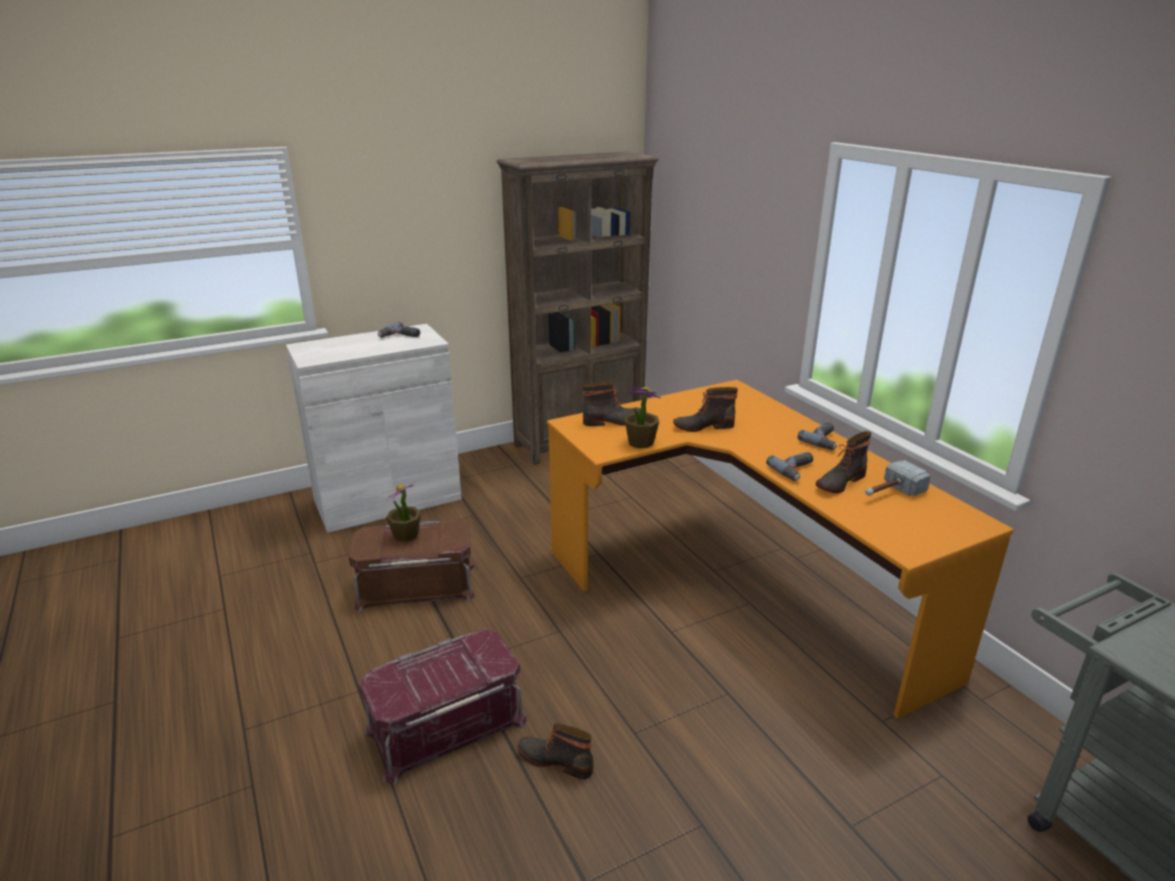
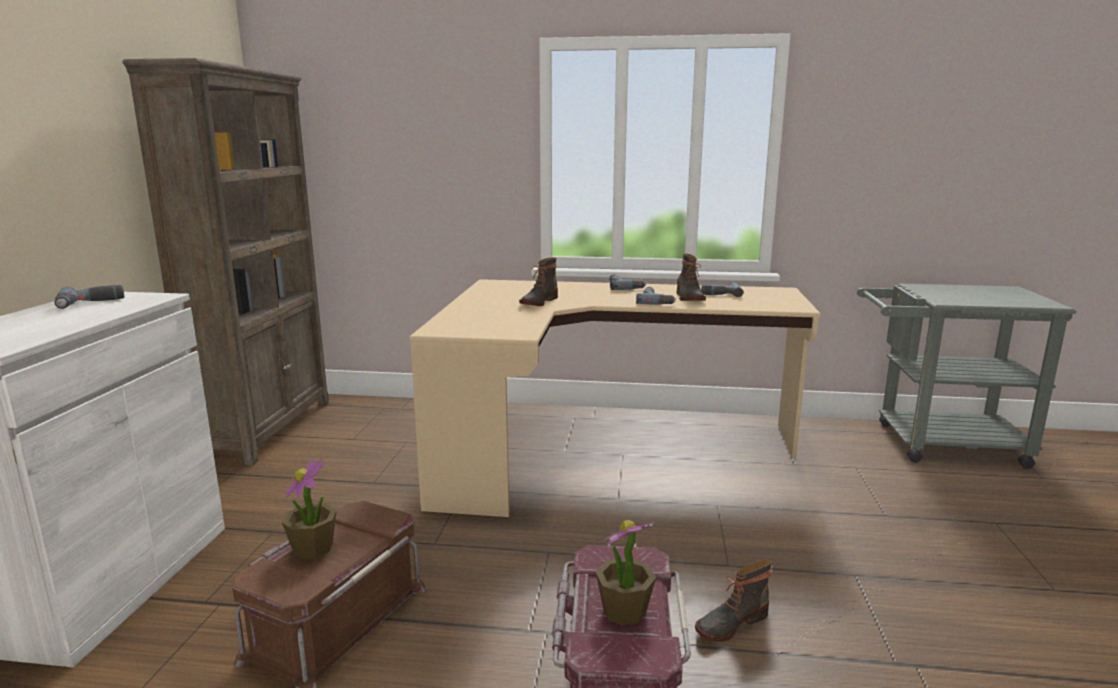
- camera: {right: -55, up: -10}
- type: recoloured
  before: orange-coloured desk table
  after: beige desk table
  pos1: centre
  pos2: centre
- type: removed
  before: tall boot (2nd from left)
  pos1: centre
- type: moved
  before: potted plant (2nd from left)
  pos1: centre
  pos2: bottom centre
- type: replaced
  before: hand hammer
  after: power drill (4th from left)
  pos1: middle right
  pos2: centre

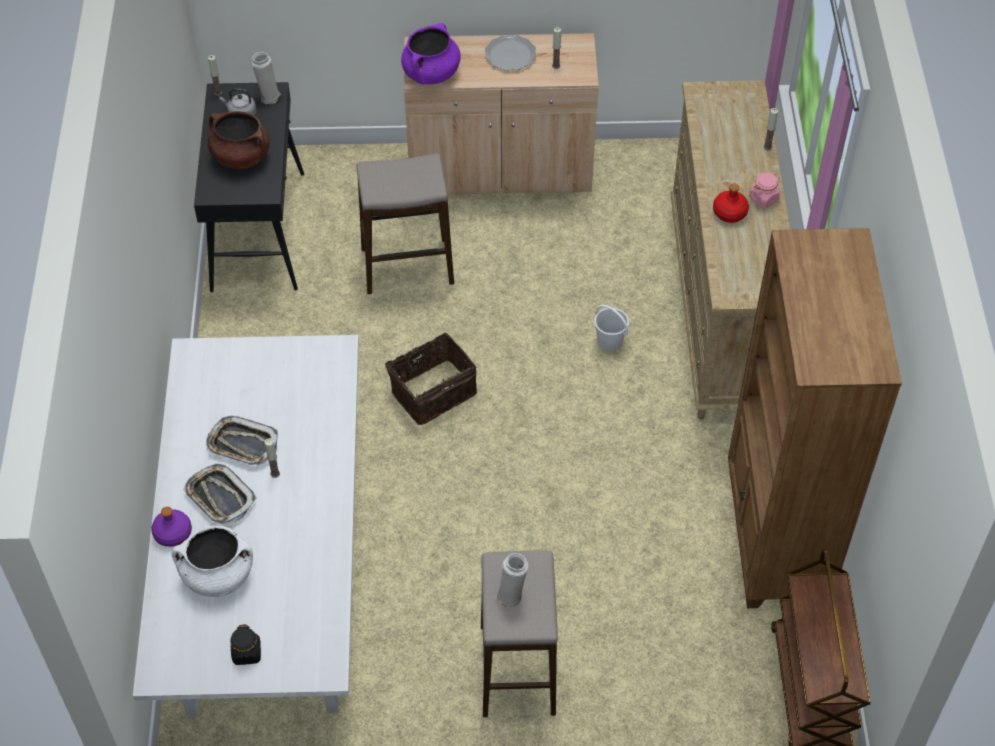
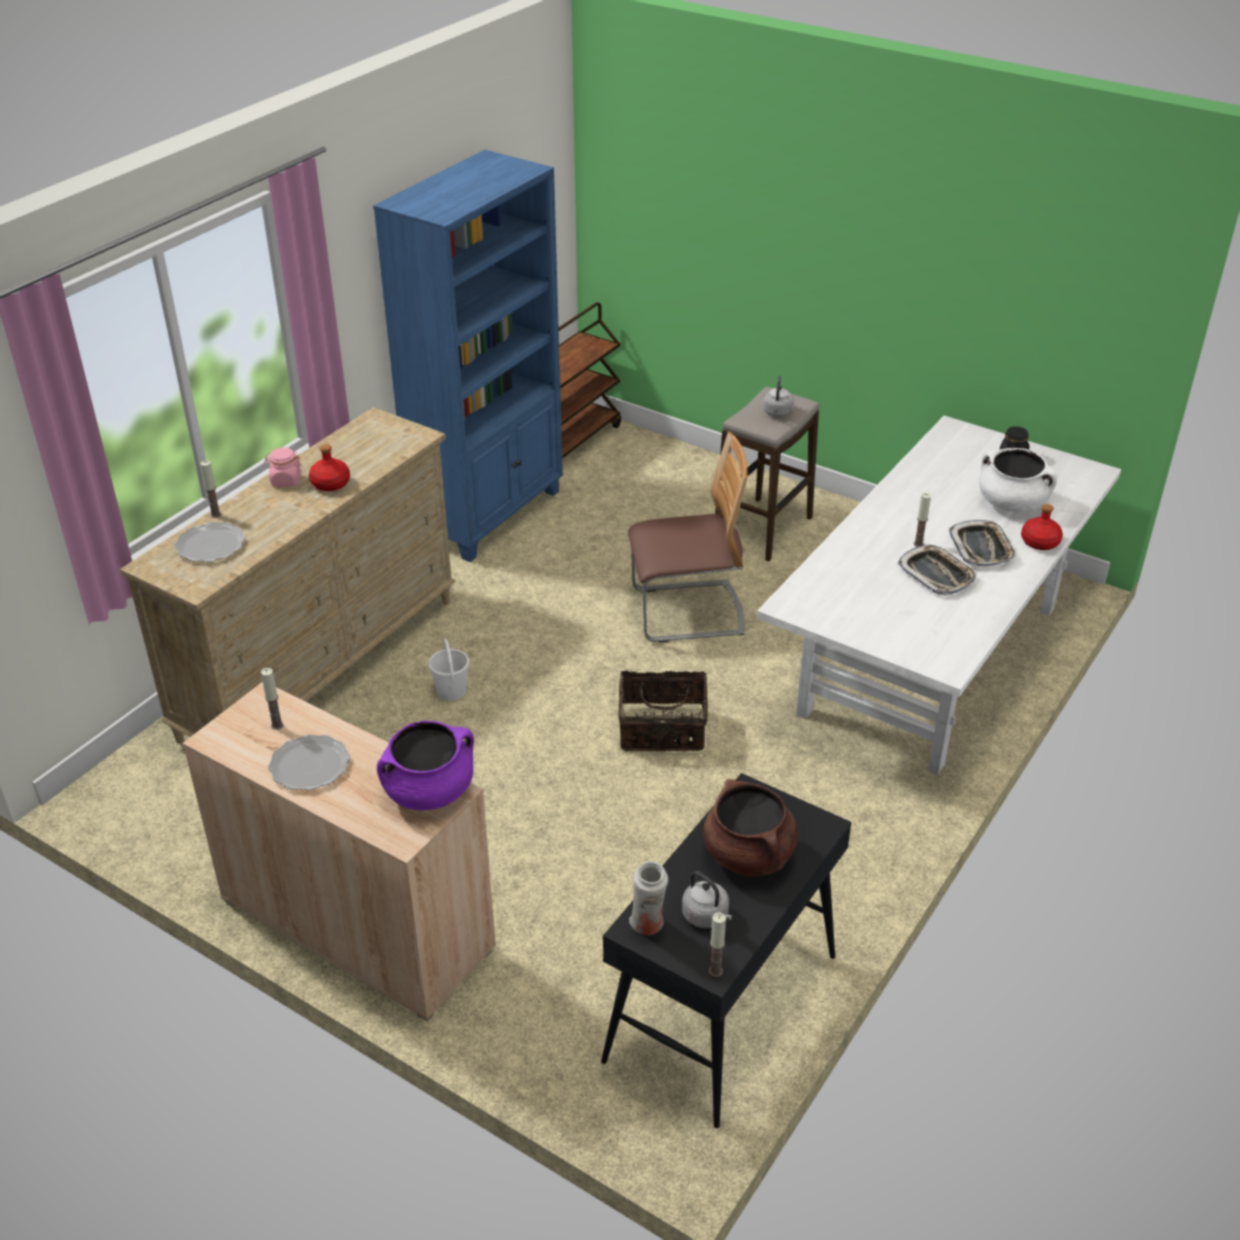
- camera: {right: -145, up: -15}
- type: recoloured
  before: purple beverage bottle
  after: reddish beverage bottle (2nd from left)
  pos1: bottom left
  pos2: middle right
- type: removed
  before: stool (1st from left)
  pos1: top centre
- type: replaced
  before: white flower vase (2nd from left)
  after: greyish kettle (2nd from left)
  pos1: bottom centre
  pos2: top centre
- type: recoloured
  before: brownish shelving unit
  after: blue shelving unit
  pos1: middle right
  pos2: top centre
- type: added
  after: flat dish (1st from left)
  pos2: middle left
- type: added
  after: chair
  pos2: centre

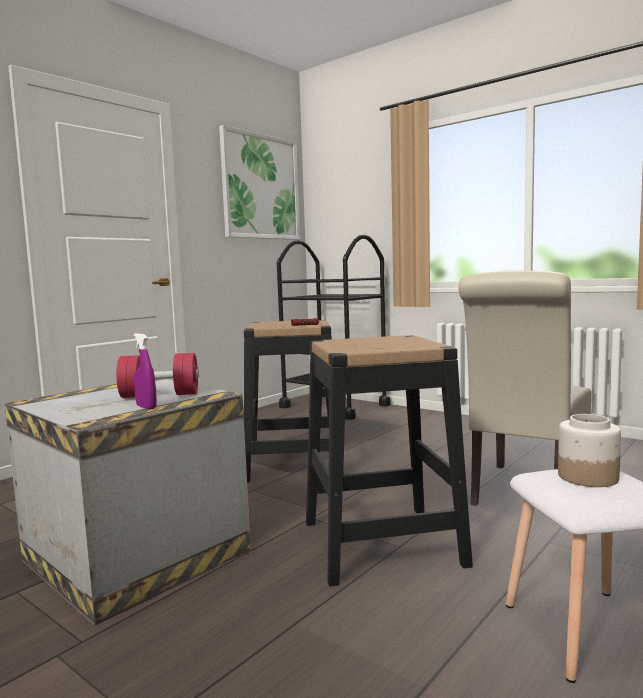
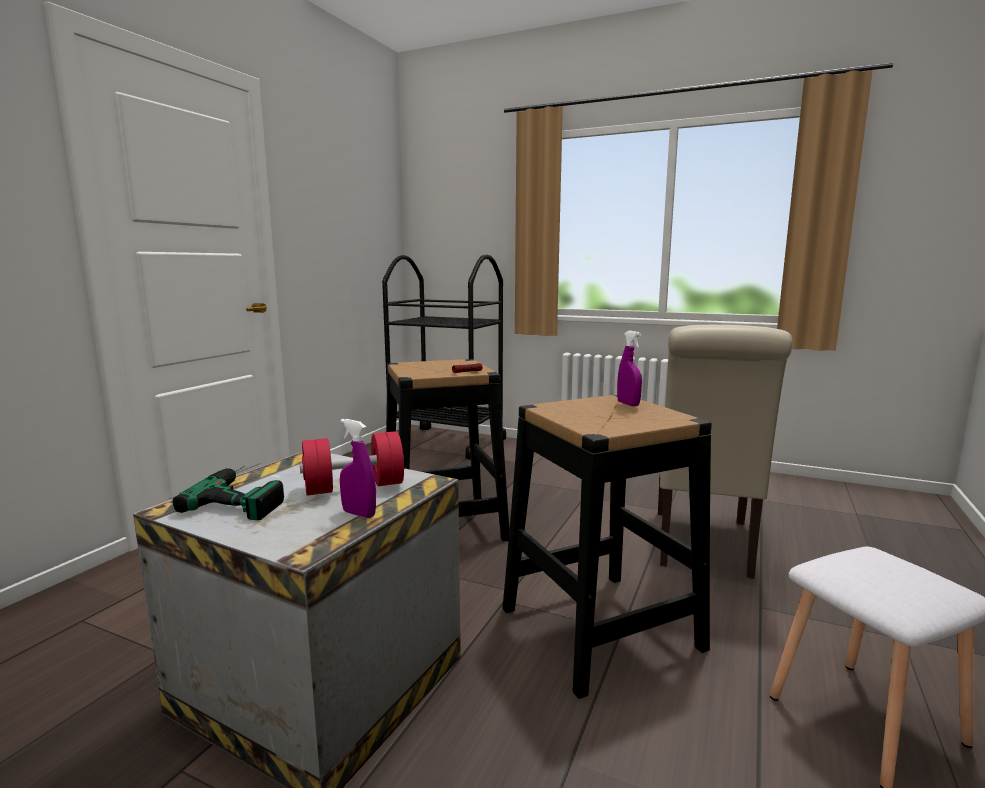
- camera: {right: -15, up: 5}
- type: removed
  before: picture
  pos1: top centre
- type: removed
  before: jar
  pos1: middle right
- type: added
  after: power drill
  pos2: middle left
- type: added
  after: purple sprayer (2nd from left)
  pos2: centre

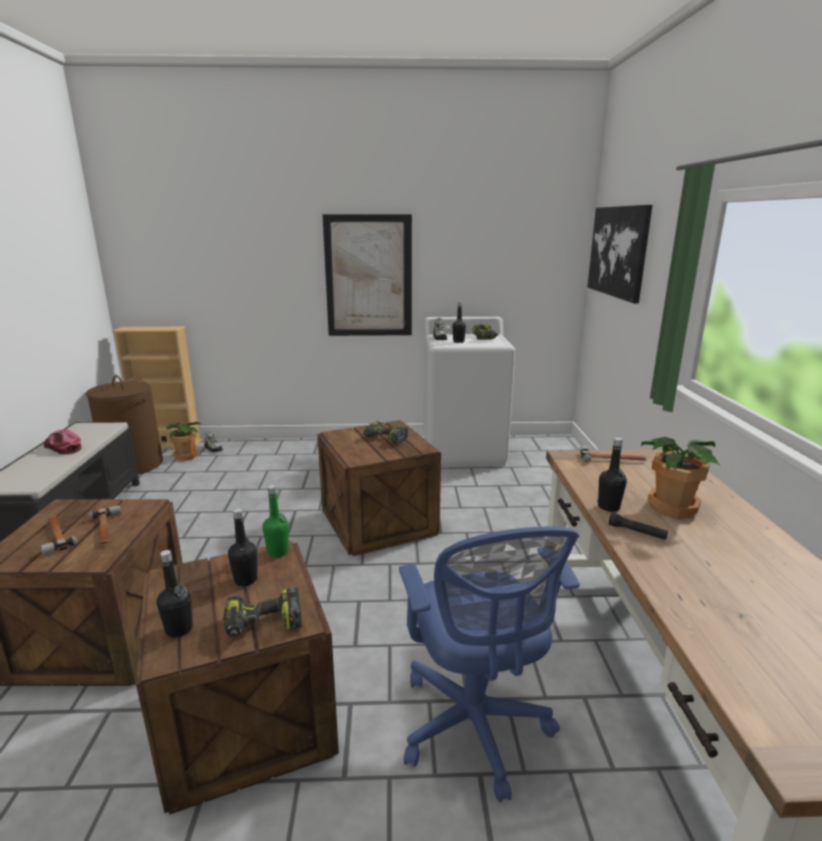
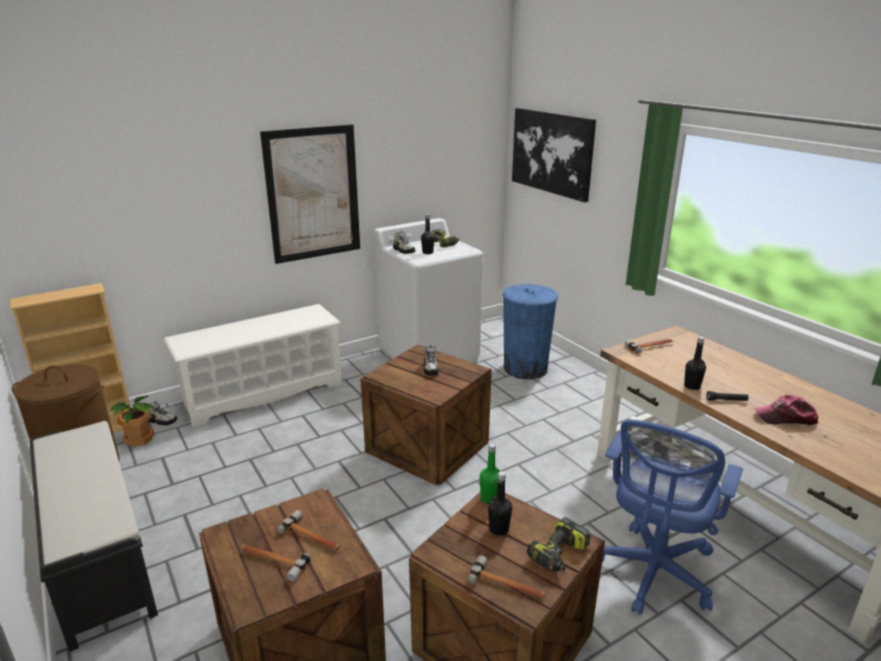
- camera: {right: -30, up: 5}
- type: moved
  before: peaked cap
  pos1: middle left
  pos2: middle right
- type: replaced
  before: blackish beverage bottle (1st from left)
  after: hand hammer (3rd from left)
  pos1: bottom left
  pos2: bottom centre
- type: replaced
  before: power drill (2nd from left)
  after: shoe (3rd from left)
  pos1: centre
  pos2: centre
- type: turned
  before: blue computer chair
  pos1: bottom centre
  pos2: bottom right
  turn: 75
- type: removed
  before: potted plant (2nd from left)
  pos1: middle right
- type: added
  after: white shoe stand
  pos2: middle left
- type: added
  after: blue trash can
  pos2: centre

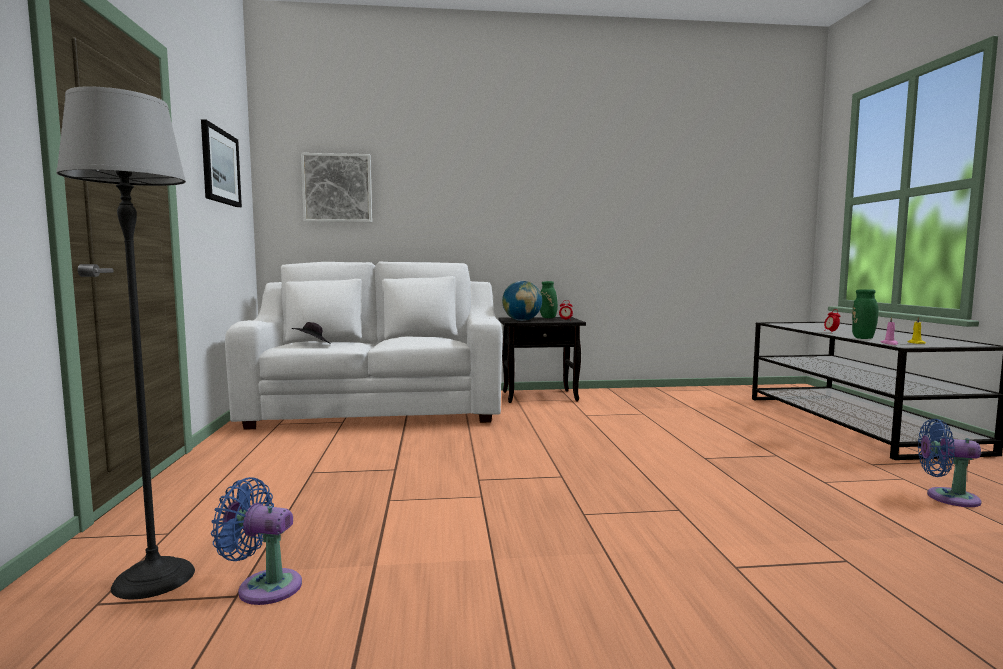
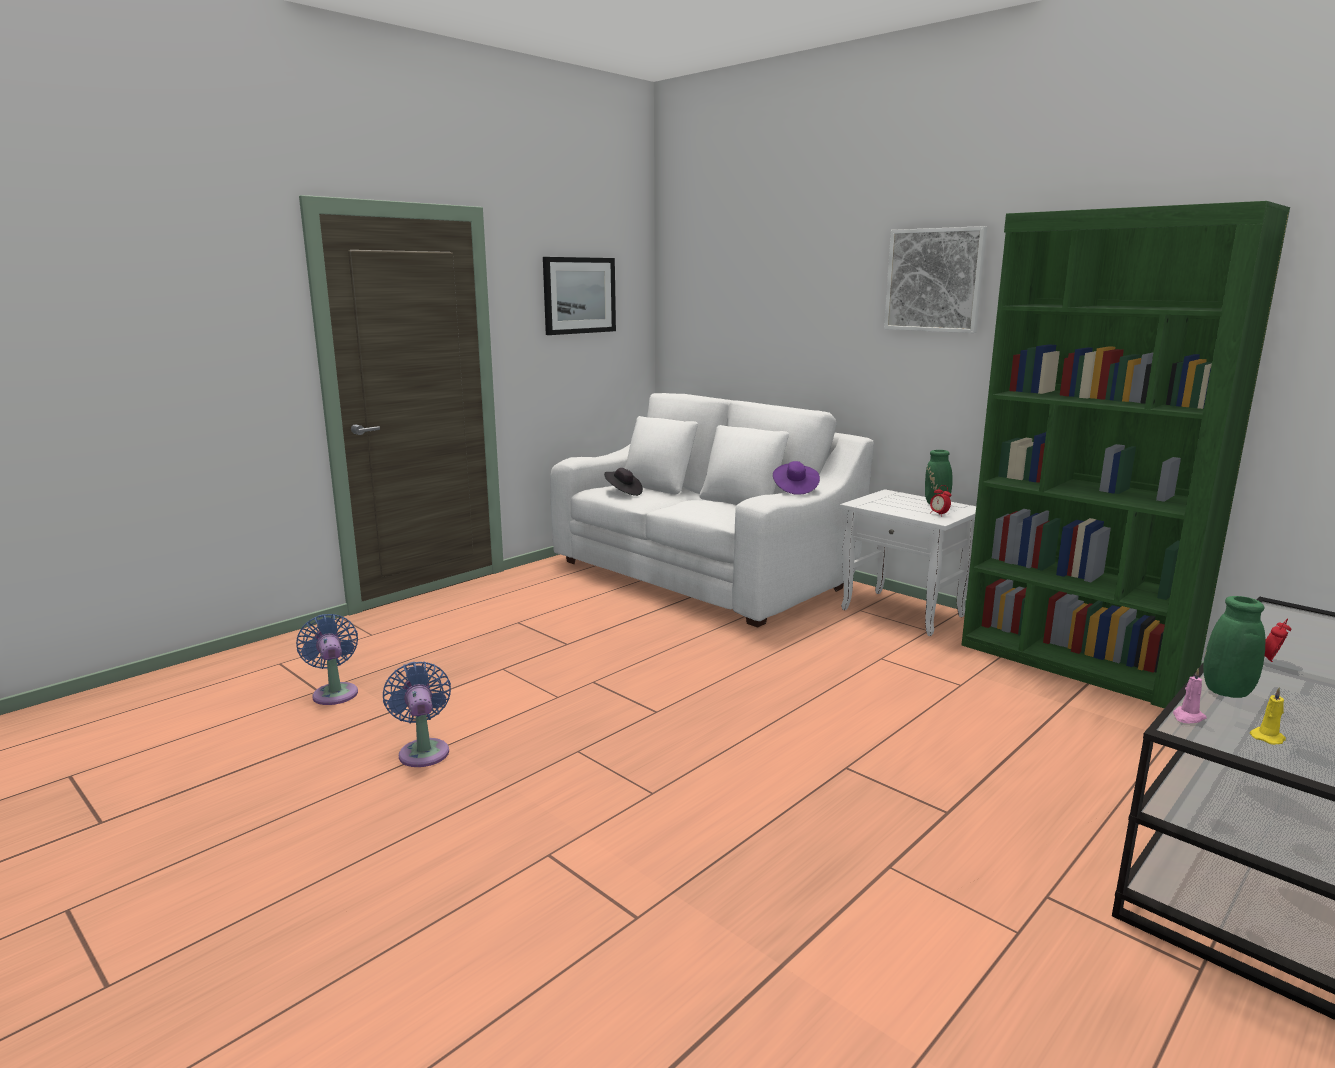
- camera: {right: 50, up: 10}
- type: removed
  before: standing lamp
  pos1: middle left
- type: moved
  before: picture (2nd from left)
  pos1: top centre
  pos2: top right
- type: recoloured
  before: blackish side table
  after: white side table
  pos1: centre
  pos2: middle right
- type: removed
  before: world globe
  pos1: centre
- type: moved
  before: blue cooling fan (2nd from left)
  pos1: bottom right
  pos2: bottom left
- type: added
  after: purple hat
  pos2: centre
- type: added
  after: green-coloured shelving unit
  pos2: middle right

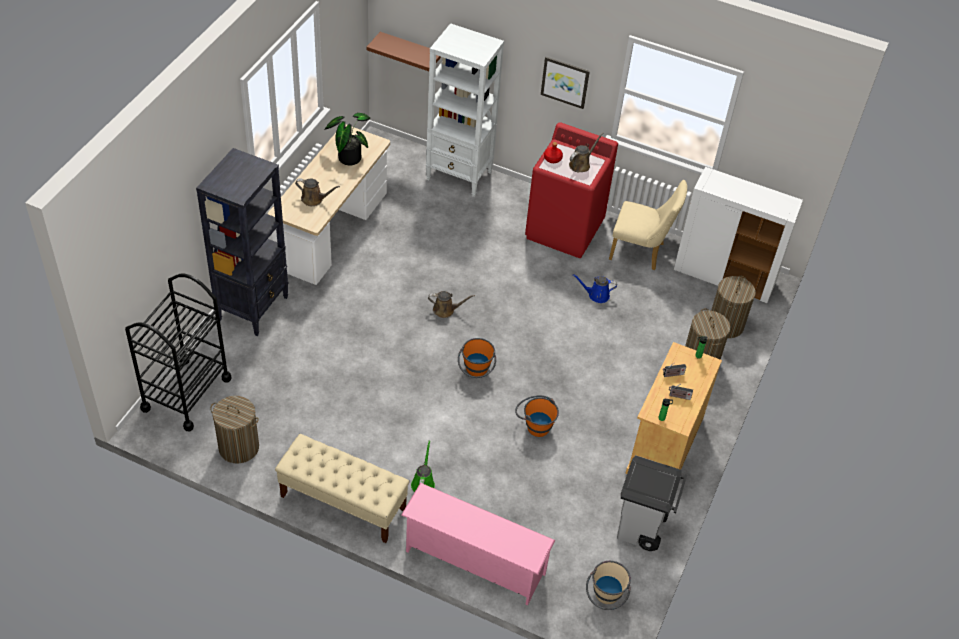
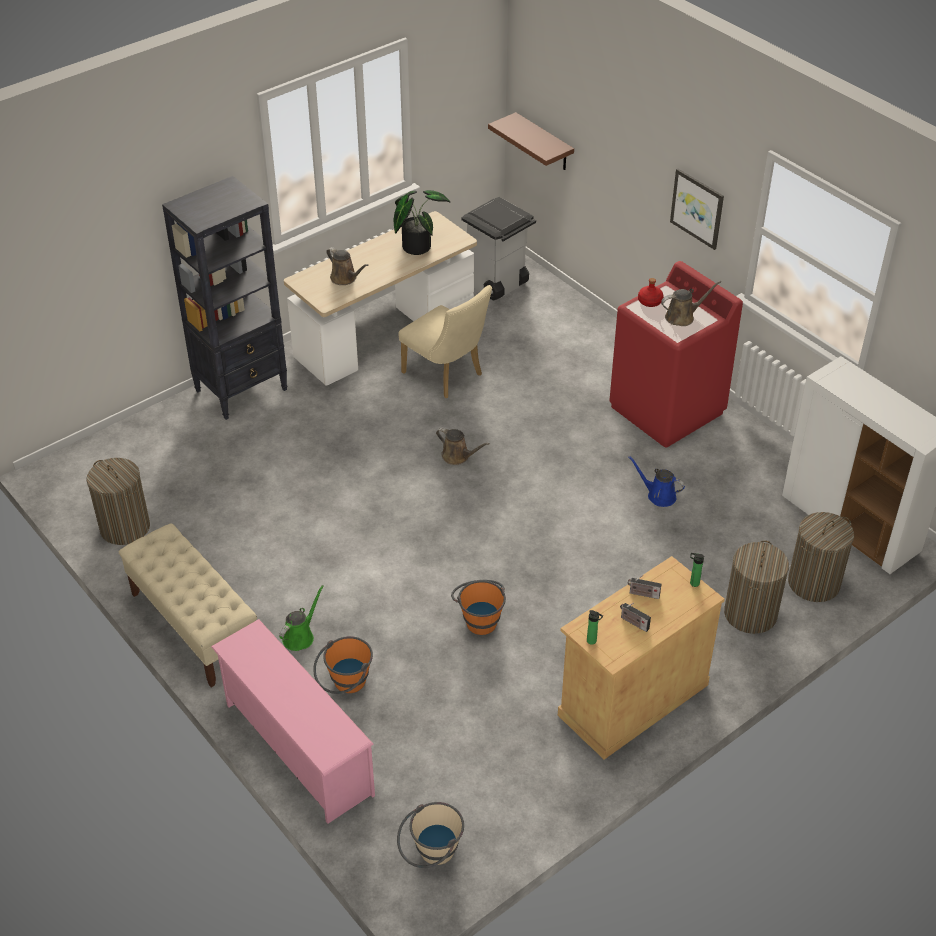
- camera: {right: 30, up: -5}
- type: removed
  before: blackish wheeled cart
  pos1: middle left
- type: removed
  before: white shelving unit
  pos1: top centre
- type: moved
  before: orange-coloured pail (1st from left)
  pos1: centre
  pos2: bottom centre
- type: moved
  before: beige chair
  pos1: middle right
  pos2: centre
- type: moved
  before: greyish trash can
  pos1: bottom right
  pos2: top centre

